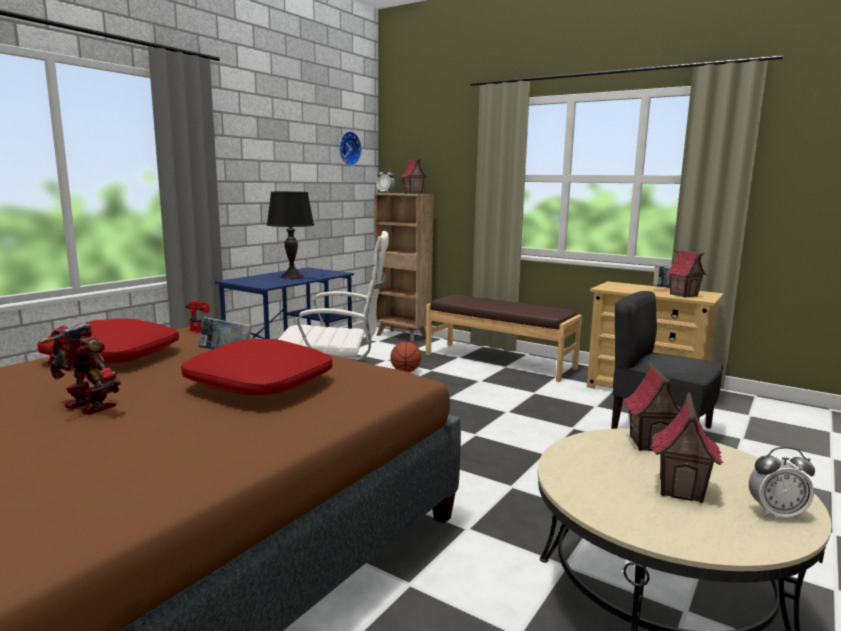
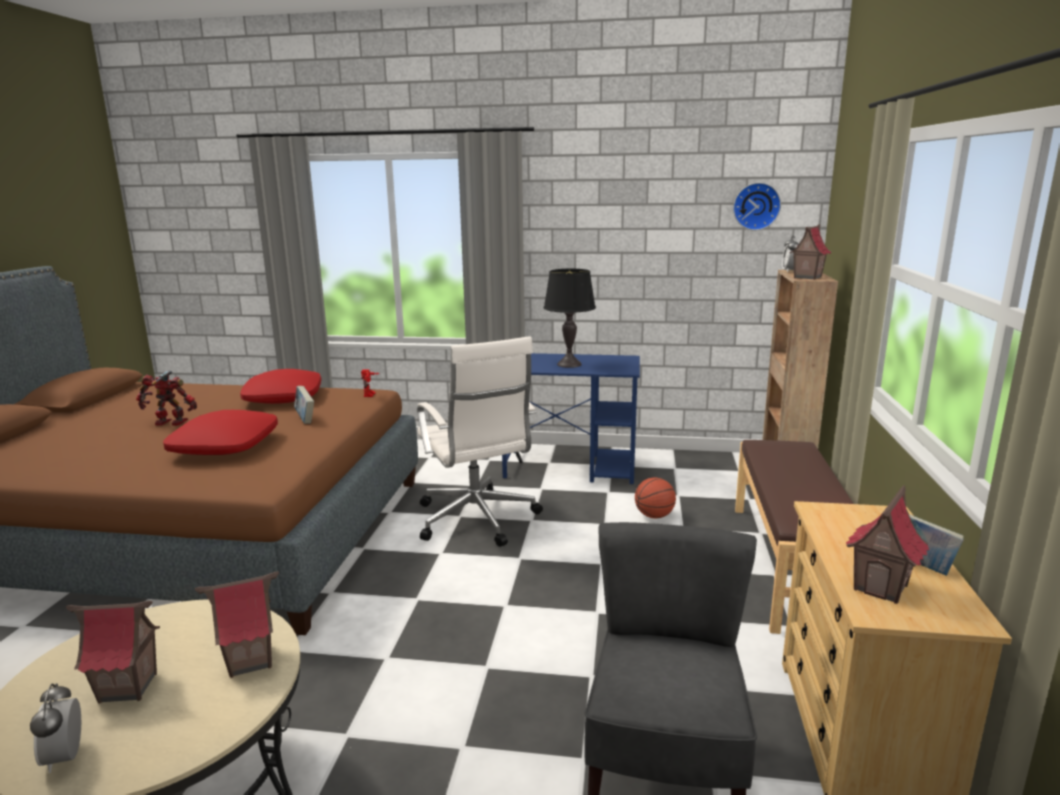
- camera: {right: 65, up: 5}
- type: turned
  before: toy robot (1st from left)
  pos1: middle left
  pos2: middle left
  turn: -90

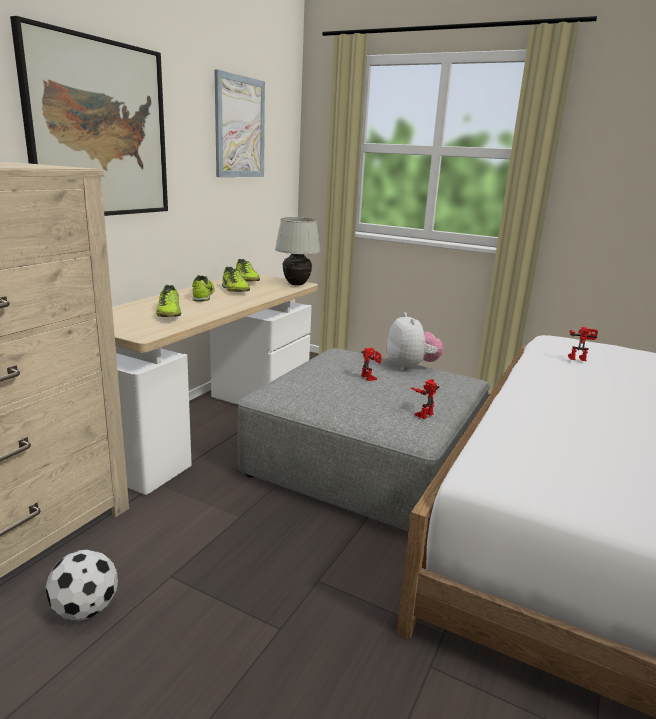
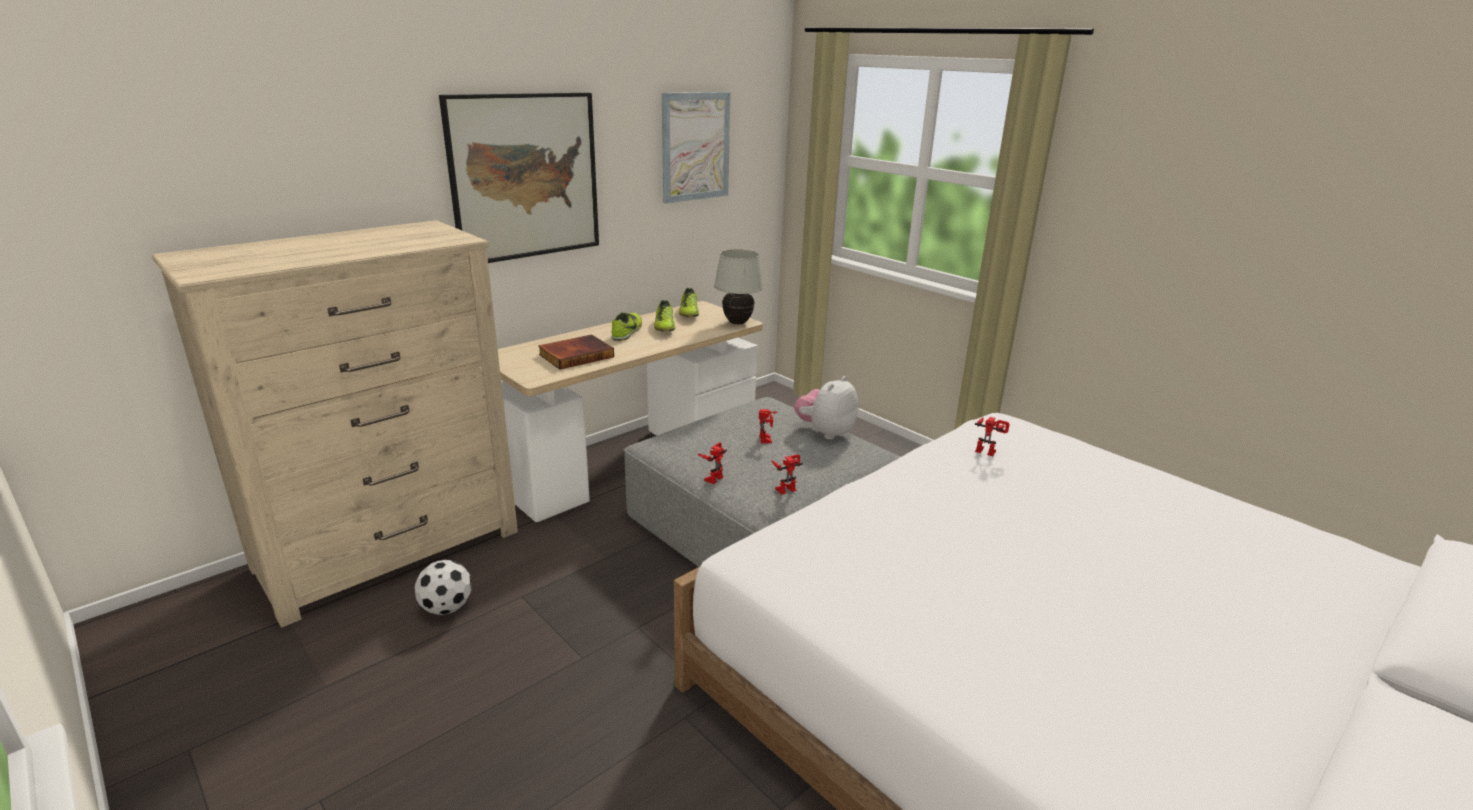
- camera: {right: 20, up: 5}
- type: replaced
  before: shoe (1st from left)
  after: bound book
  pos1: middle left
  pos2: centre
- type: turned
  before: soft toy
  pos1: centre
  pos2: centre
  turn: -150
- type: added
  after: toy robot (1st from left)
  pos2: centre

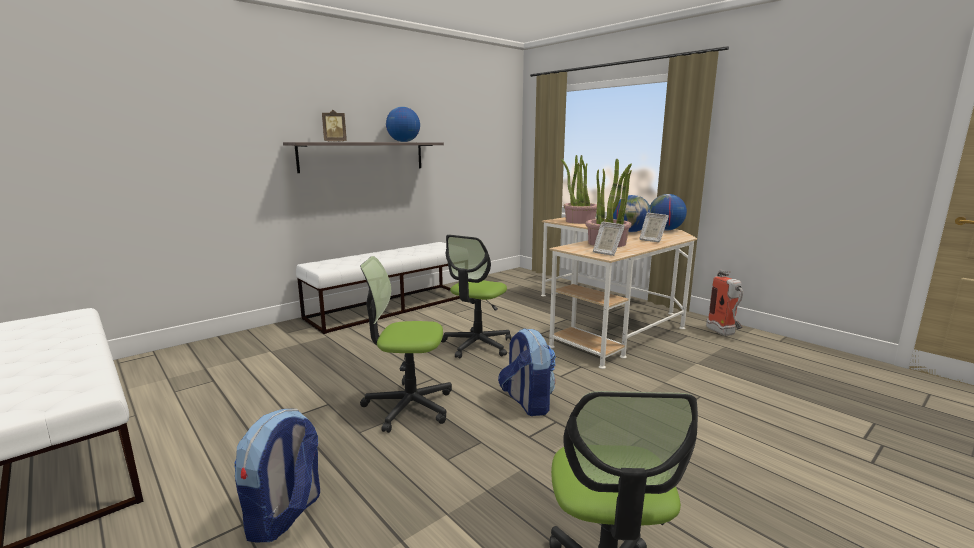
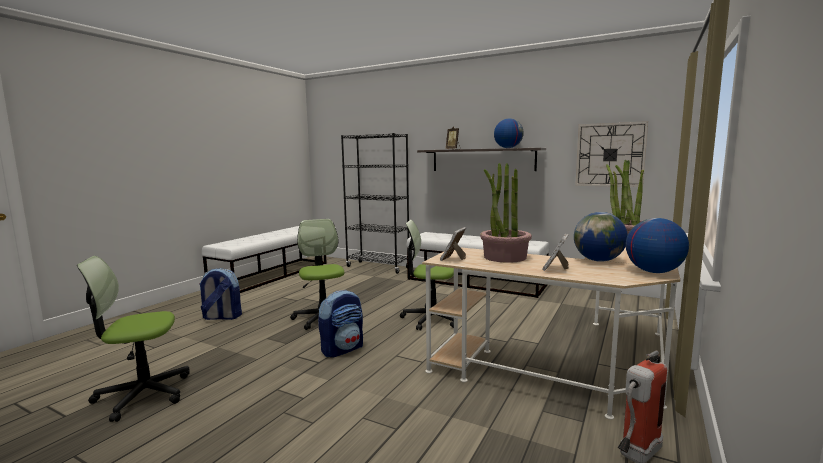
- camera: {right: 70, up: -5}
- type: added
  after: blackish shelving unit
  pos2: centre
- type: added
  after: wall clock
  pos2: top right

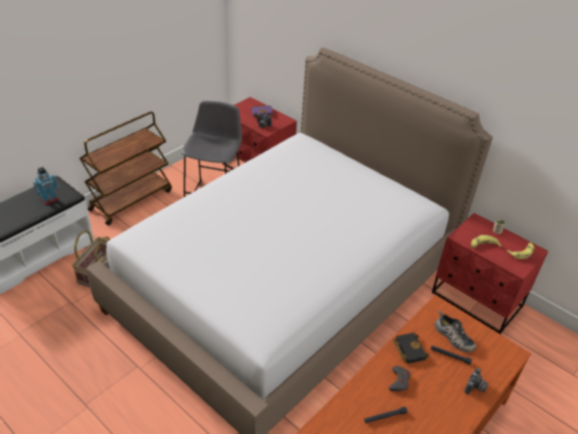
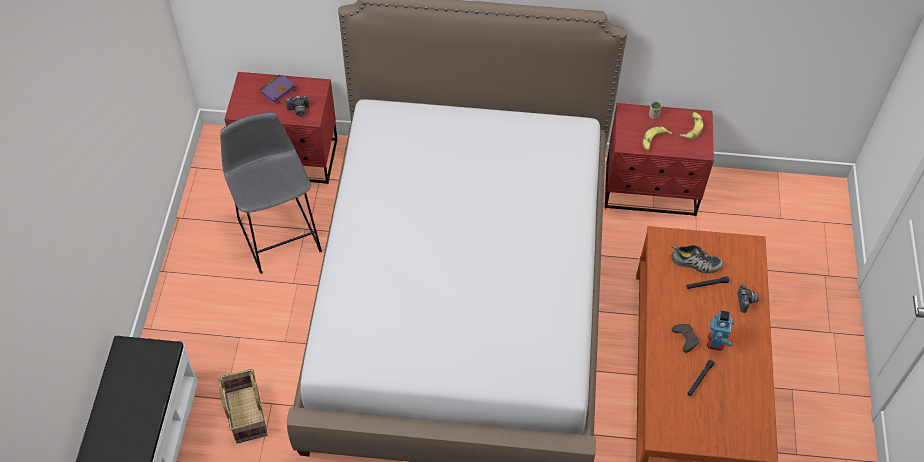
- camera: {right: -35, up: 15}
- type: moved
  before: toy robot
  pos1: middle left
  pos2: bottom right
- type: removed
  before: brownish wheeled cart
  pos1: middle left
- type: removed
  before: blackish bound book
  pos1: bottom right

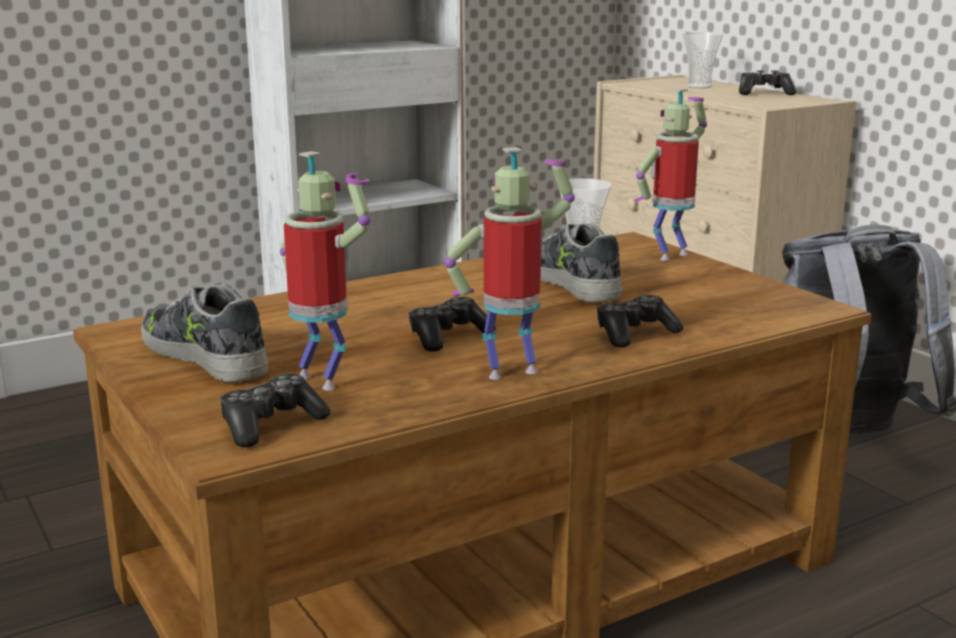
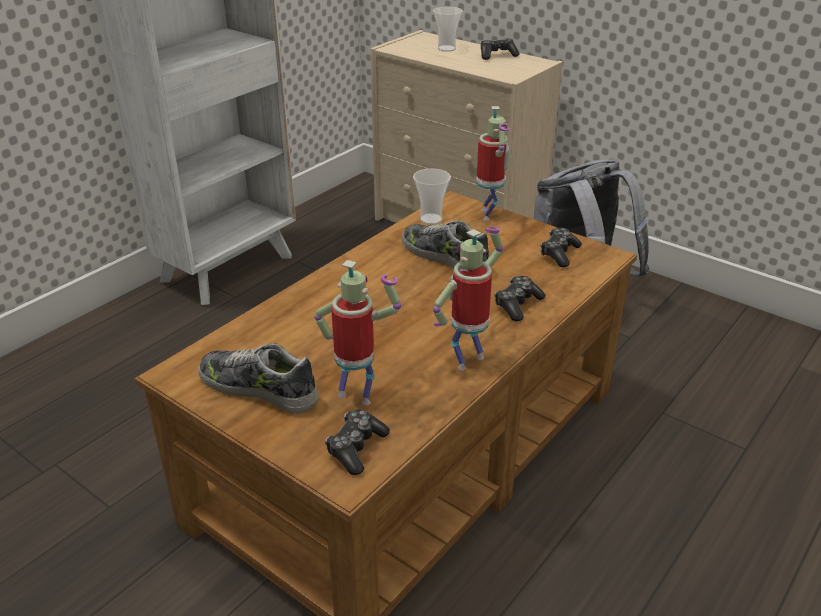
- camera: {right: -20, up: 15}
- type: moved
  before: joypad (2nd from left in the first image)
  after: joypad (4th from left)
  pos1: centre
  pos2: middle right
- type: turned
  before: toy robot (3rd from left)
  pos1: top right
  pos2: top centre
  turn: 150

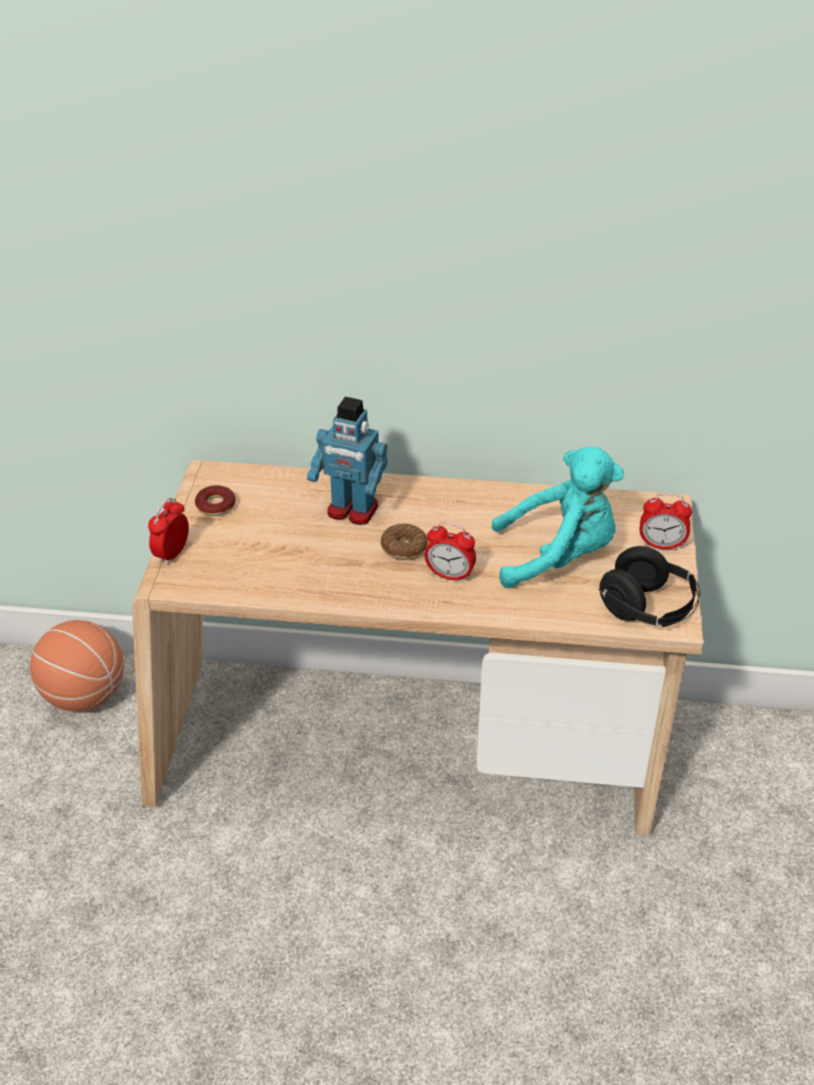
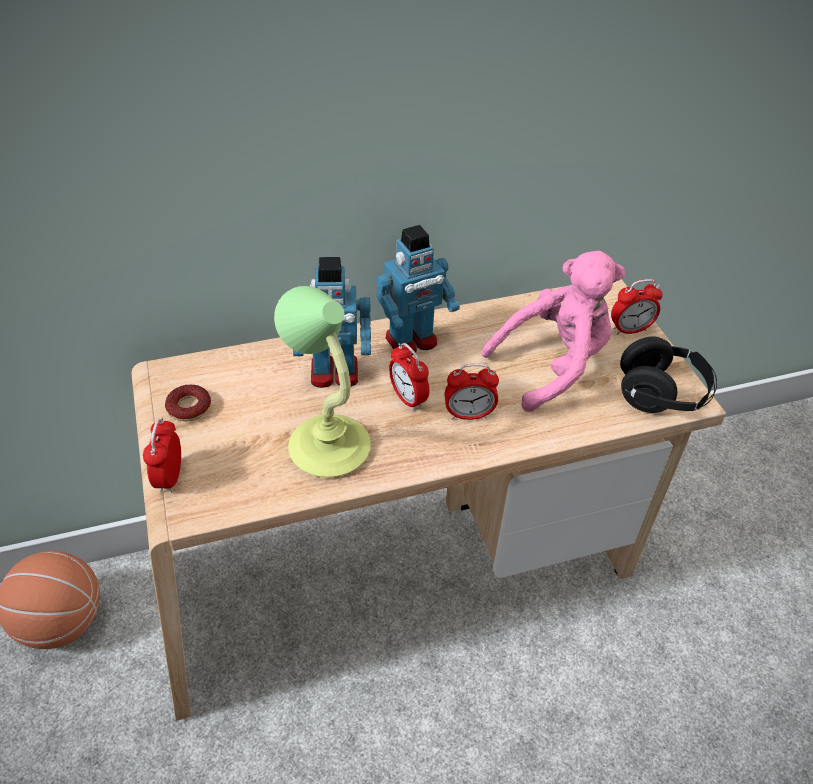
- camera: {right: -25, up: 5}
- type: replaced
  before: donut (2nd from left)
  after: alarm clock (2nd from left)
  pos1: centre
  pos2: centre
- type: recoloured
  before: blue-green soft toy
  after: pink-coloured soft toy
  pos1: middle right
  pos2: middle right
- type: added
  after: lamp for a table
  pos2: centre
- type: added
  after: toy robot (2nd from left)
  pos2: centre

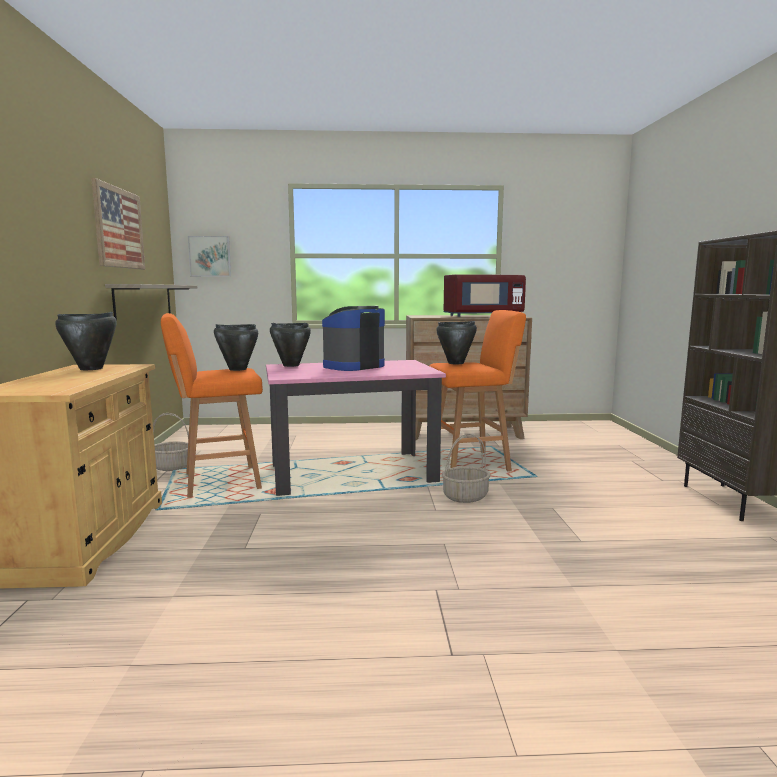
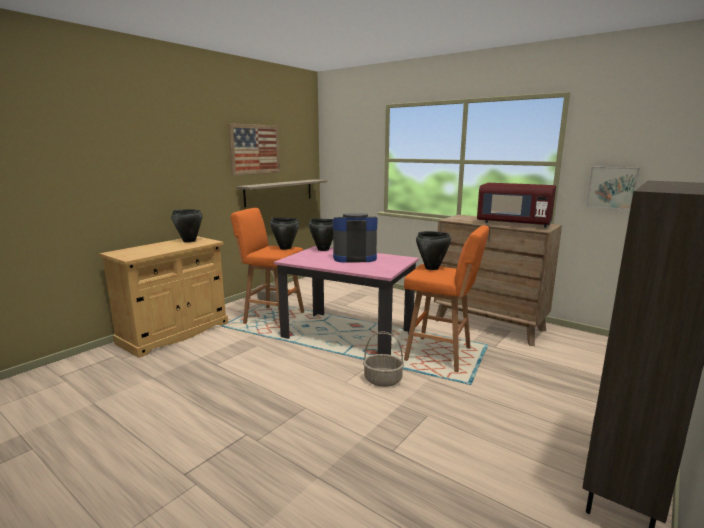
- camera: {right: 40, up: 5}
- type: moved
  before: picture (2nd from left)
  pos1: top left
  pos2: middle right

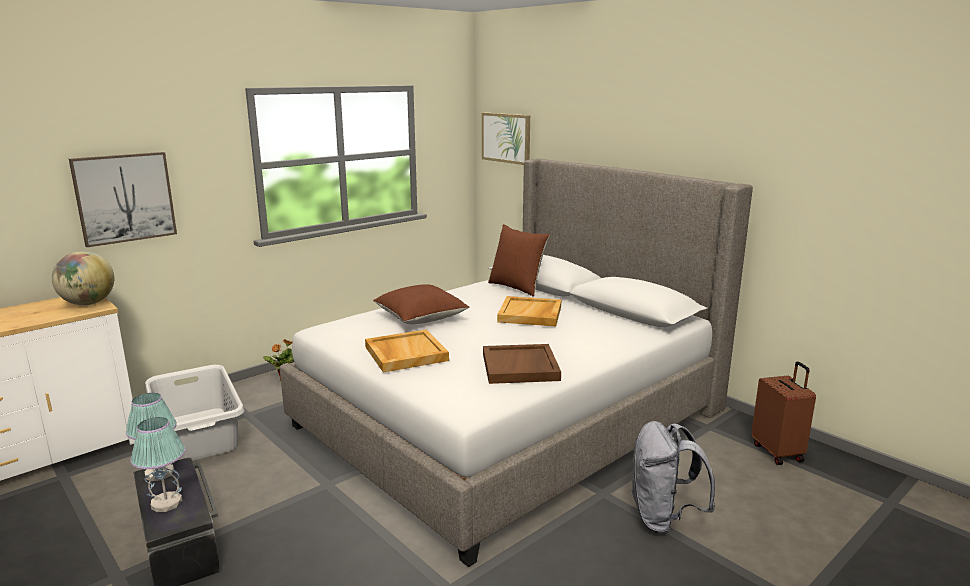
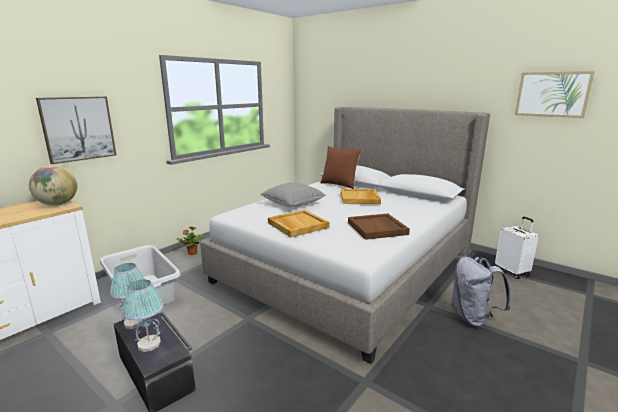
- camera: {right: -10, up: 0}
- type: recoloured
  before: brownish throw pillow (1st from left)
  after: greyish throw pillow
  pos1: centre
  pos2: centre
- type: moved
  before: picture (2nd from left)
  pos1: top centre
  pos2: top right
- type: recoloured
  before: brownish piece of luggage
  after: white piece of luggage
  pos1: bottom right
  pos2: middle right

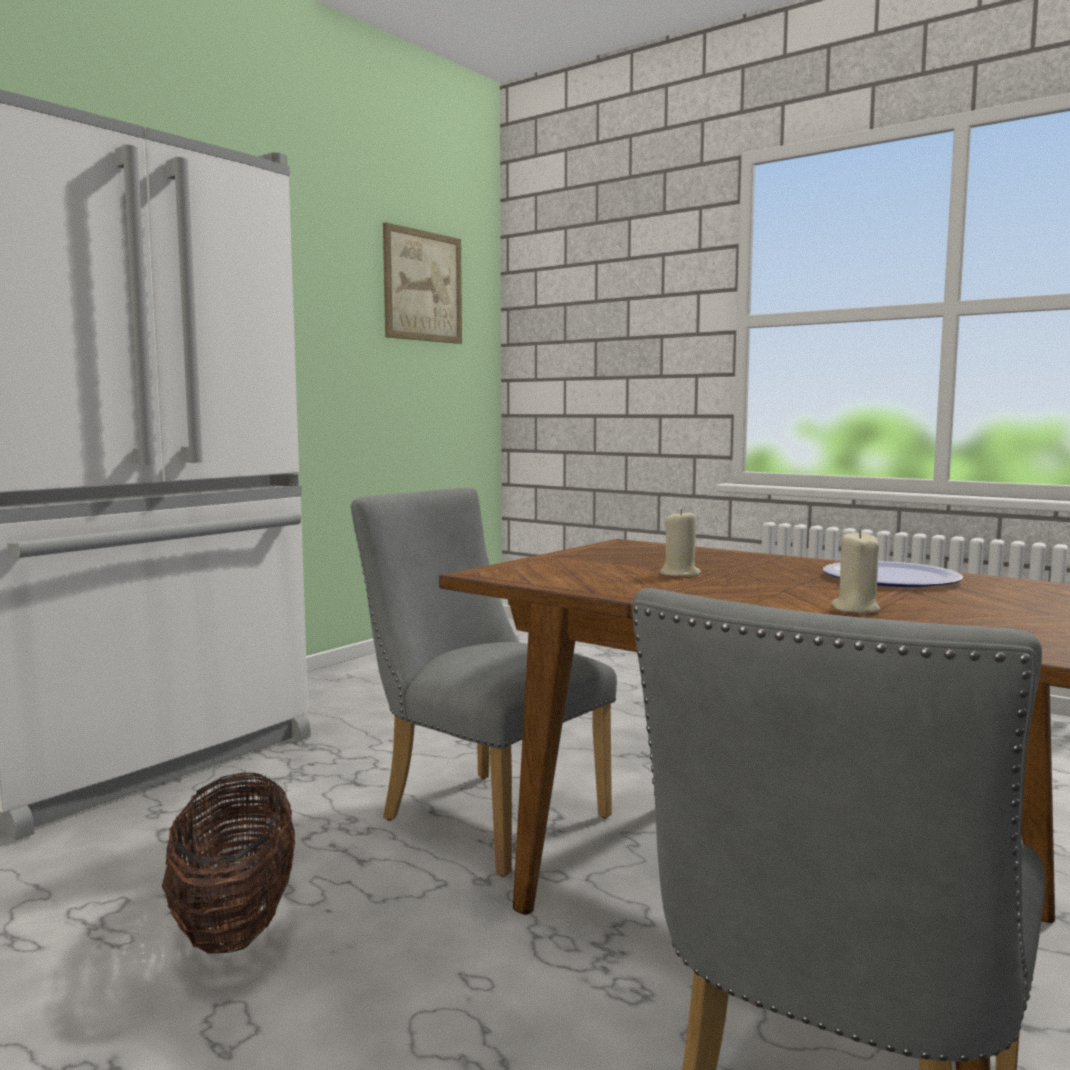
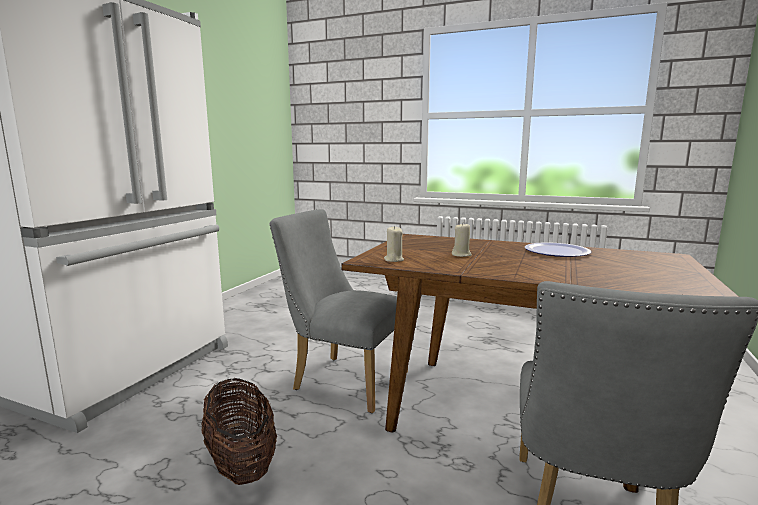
- camera: {right: -15, up: 5}
- type: removed
  before: picture
  pos1: top centre
- type: moved
  before: beige candle (2nd from left in the first image)
  after: beige candle (1st from left)
  pos1: middle right
  pos2: centre

